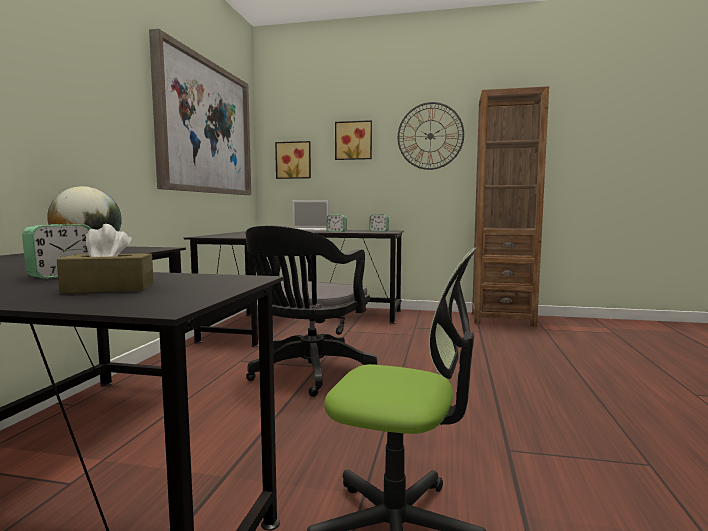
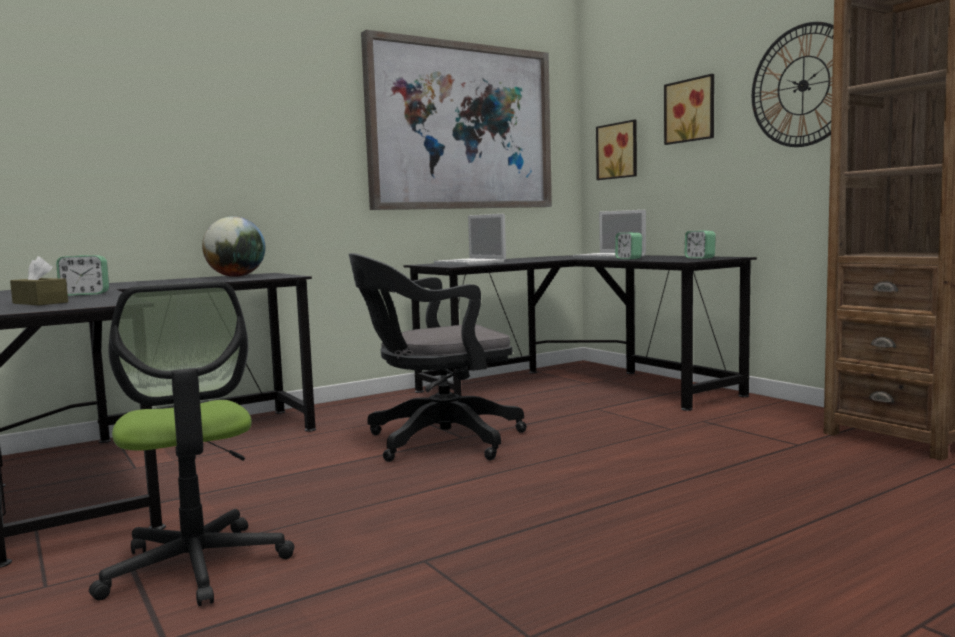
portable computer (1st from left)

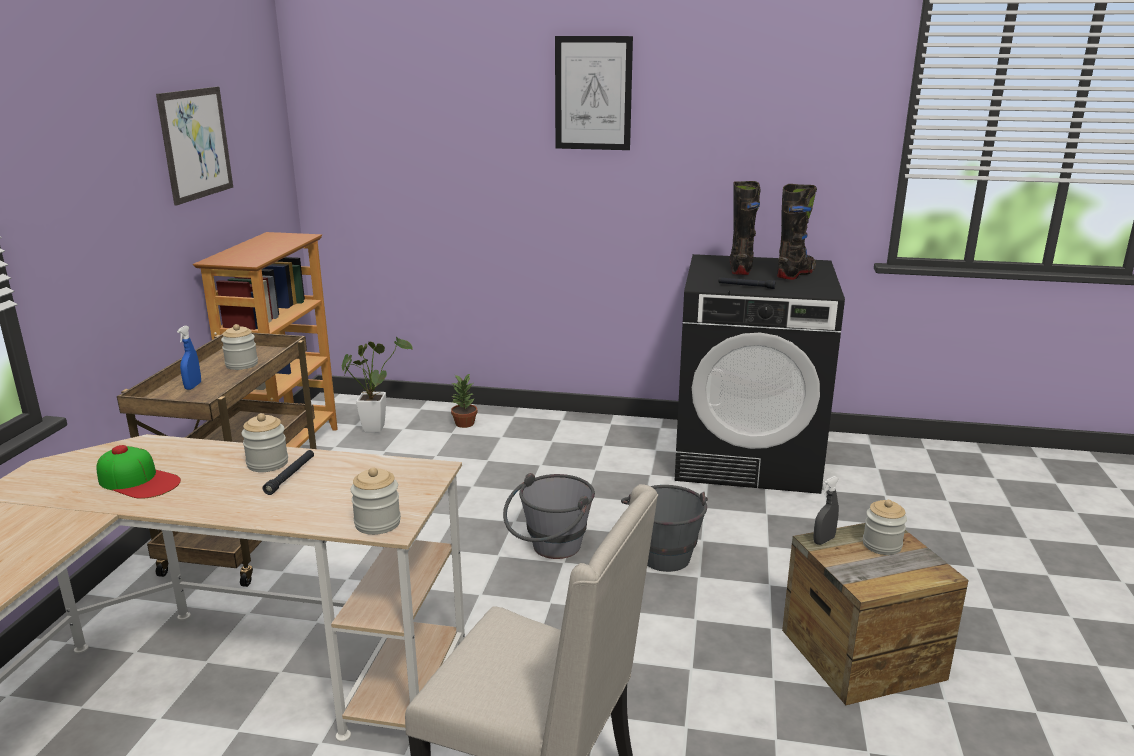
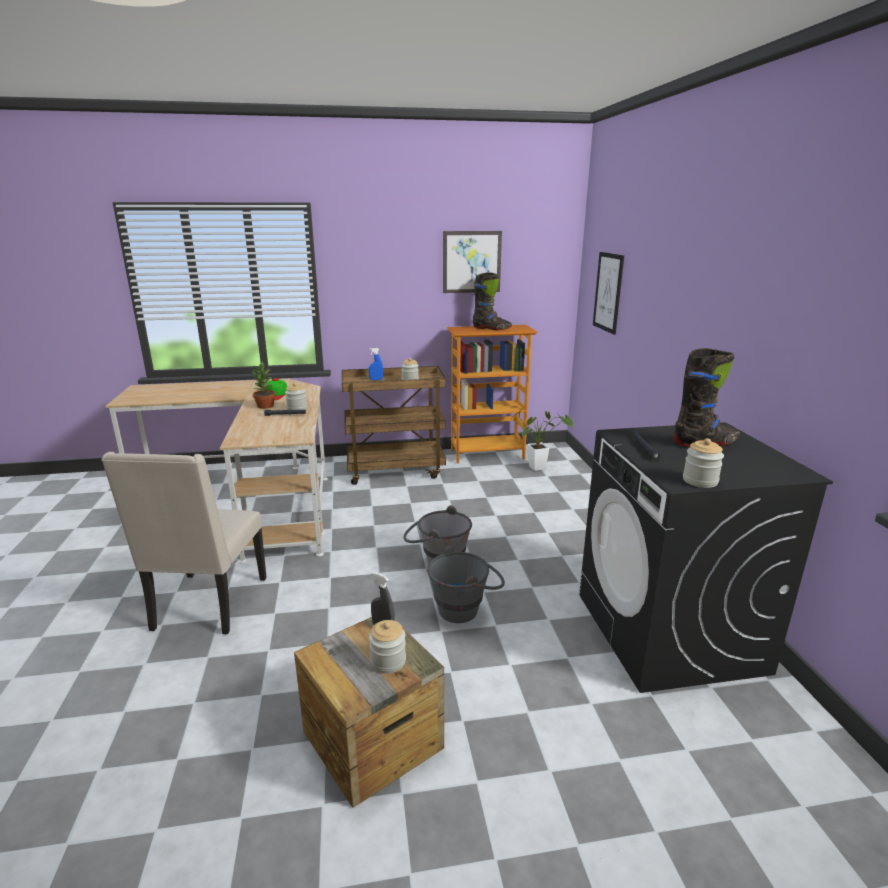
preserve jar (4th from left); houseplant (1st from left); wall picture (2nd from left); tall boot (blackish) (1st from left)

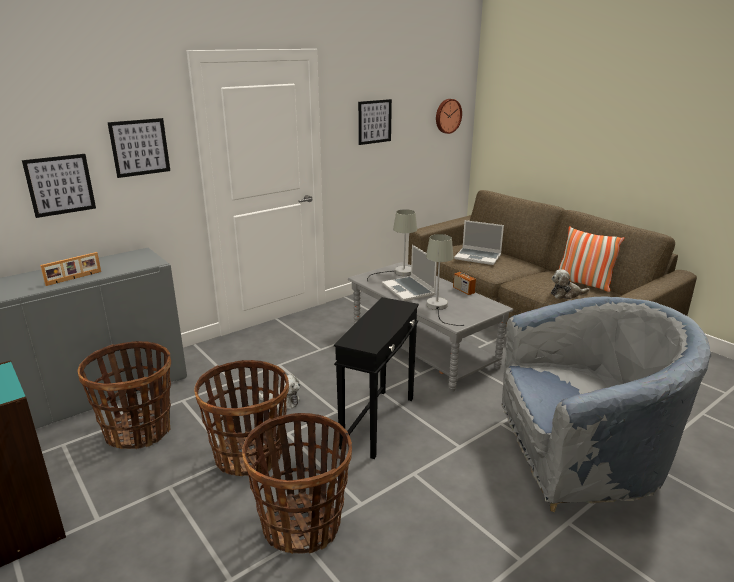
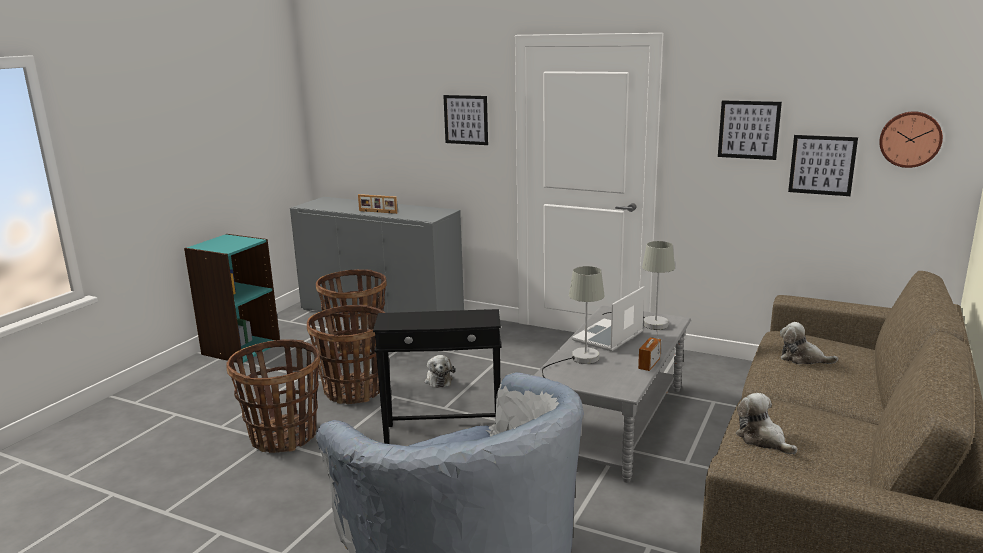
throw pillow; wall picture (3rd from left); soft toy (3rd from left)

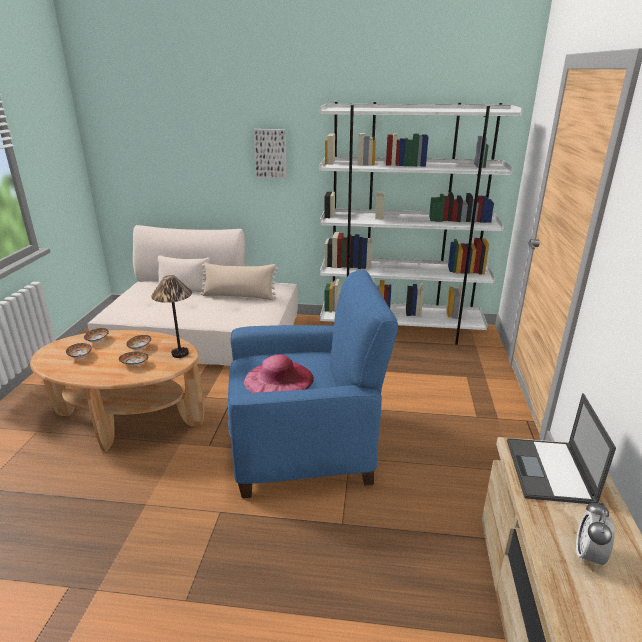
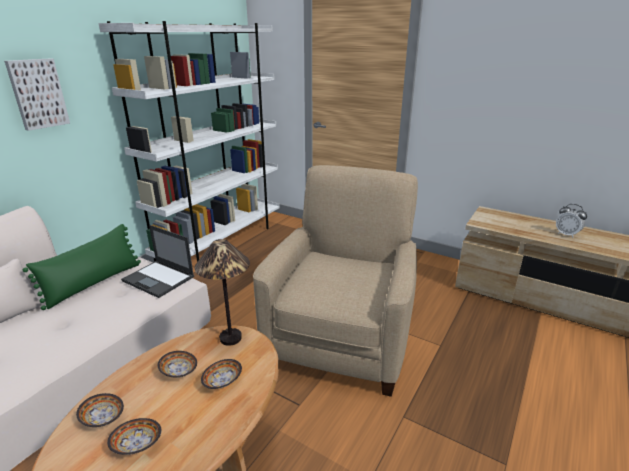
clothing hat (pink); portable computer; throw pillow (green-coloured); easy chair (sand-coloured)

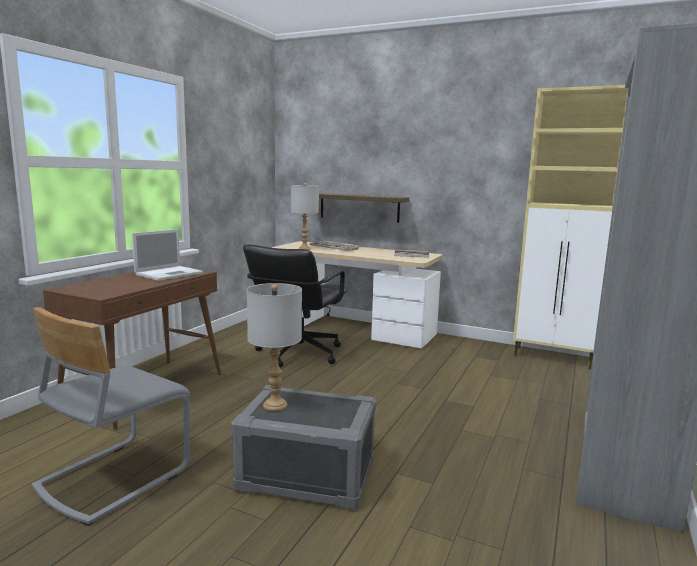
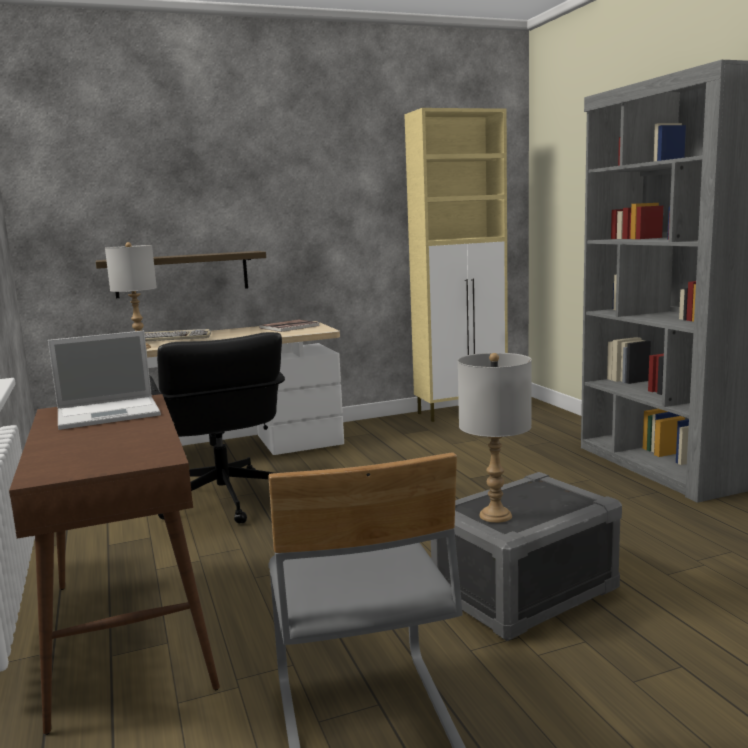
portable computer

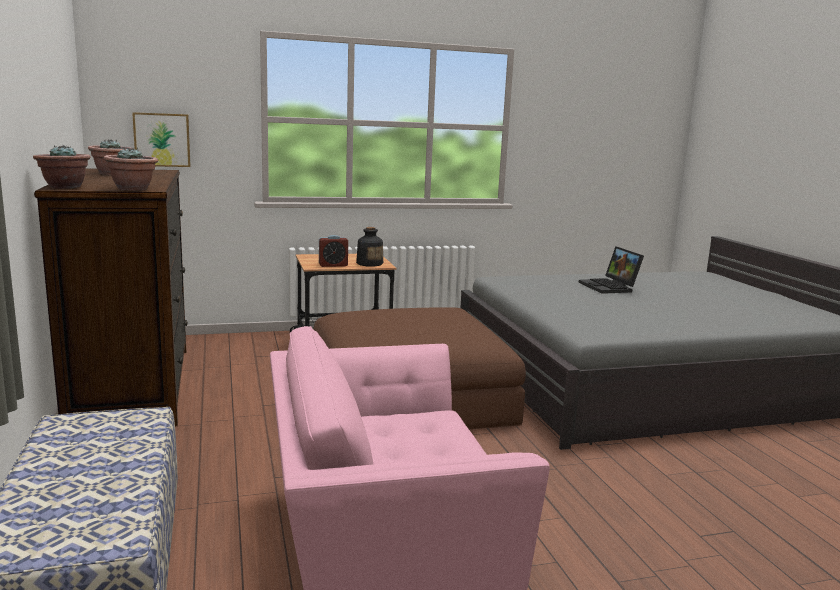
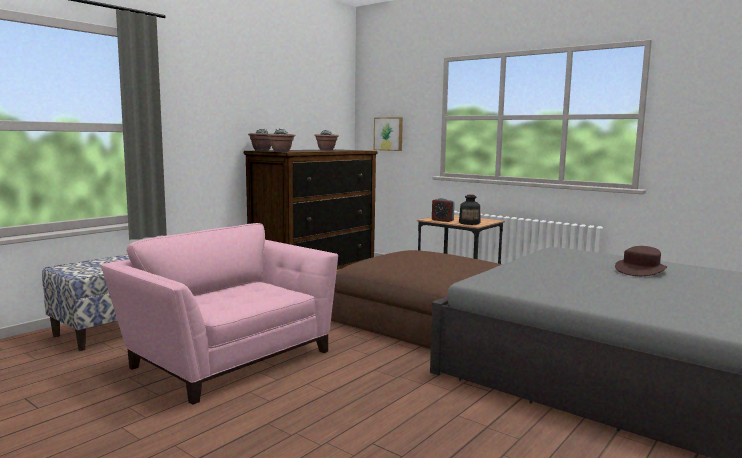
clothing hat (brown)

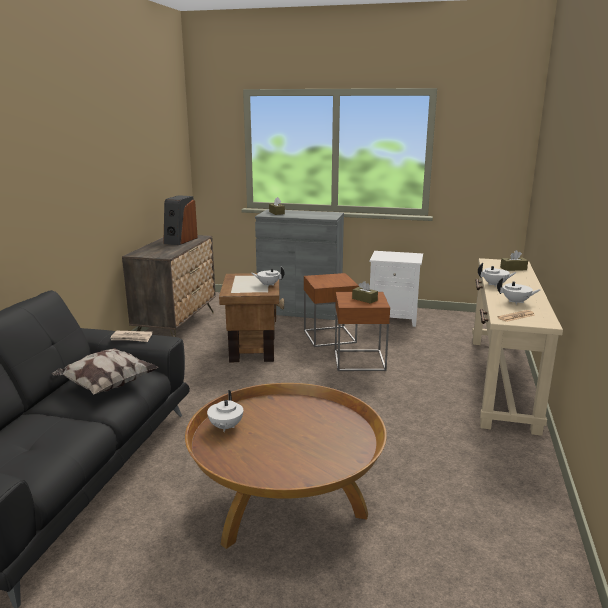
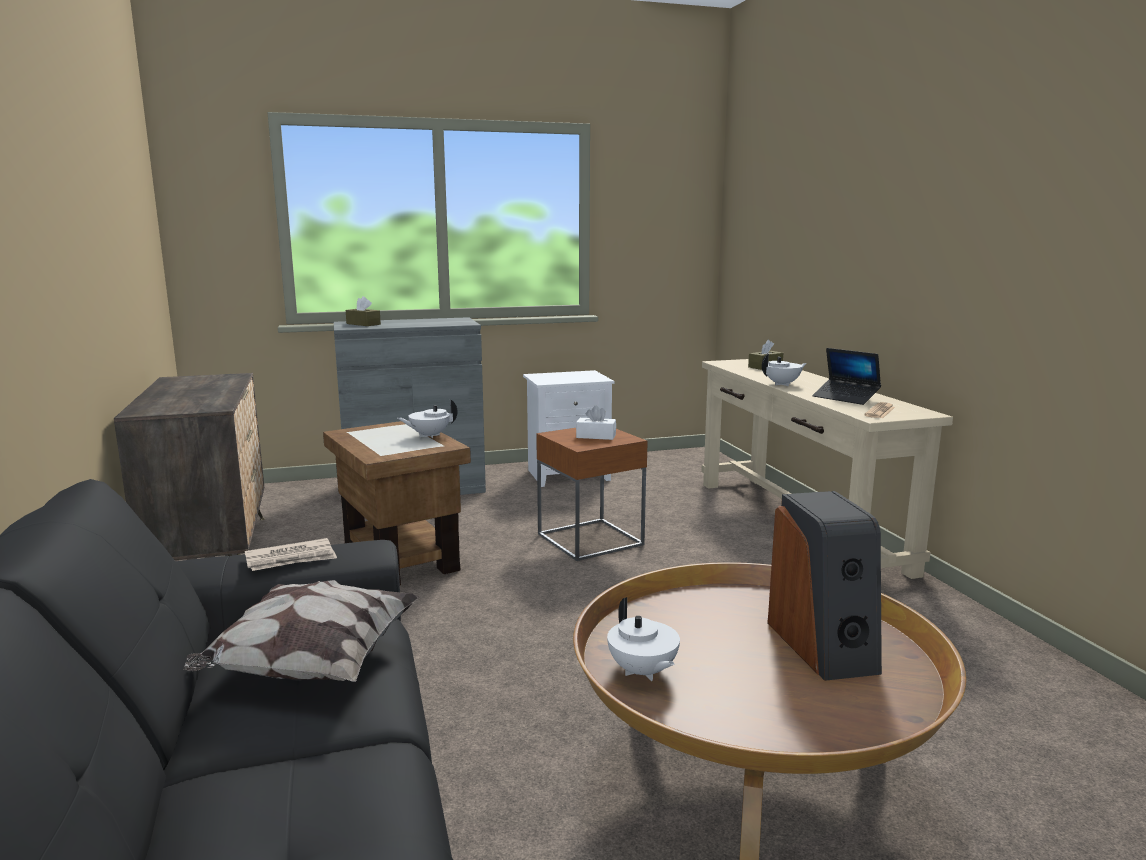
end table (brown) (2nd from left in the first image); loudspeaker; portable computer; box of tissues (whitish)

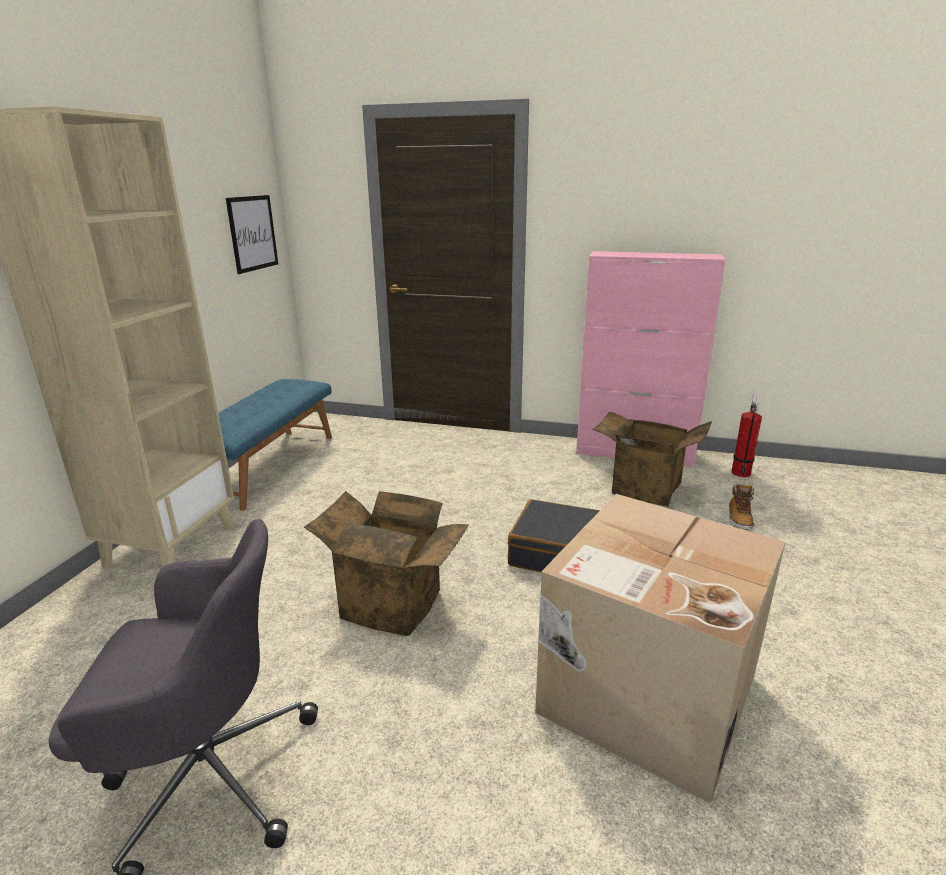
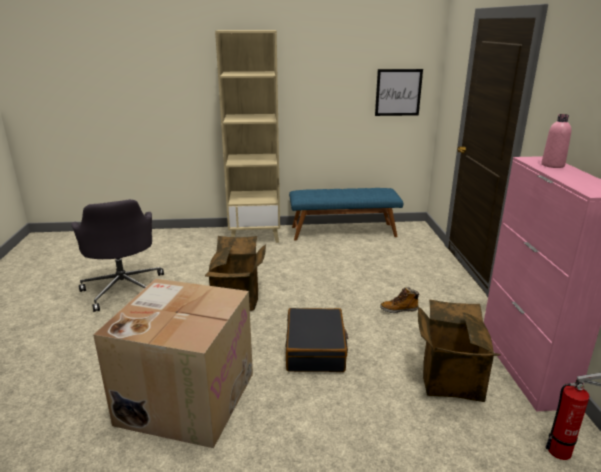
drink bottle (pink); tall boot

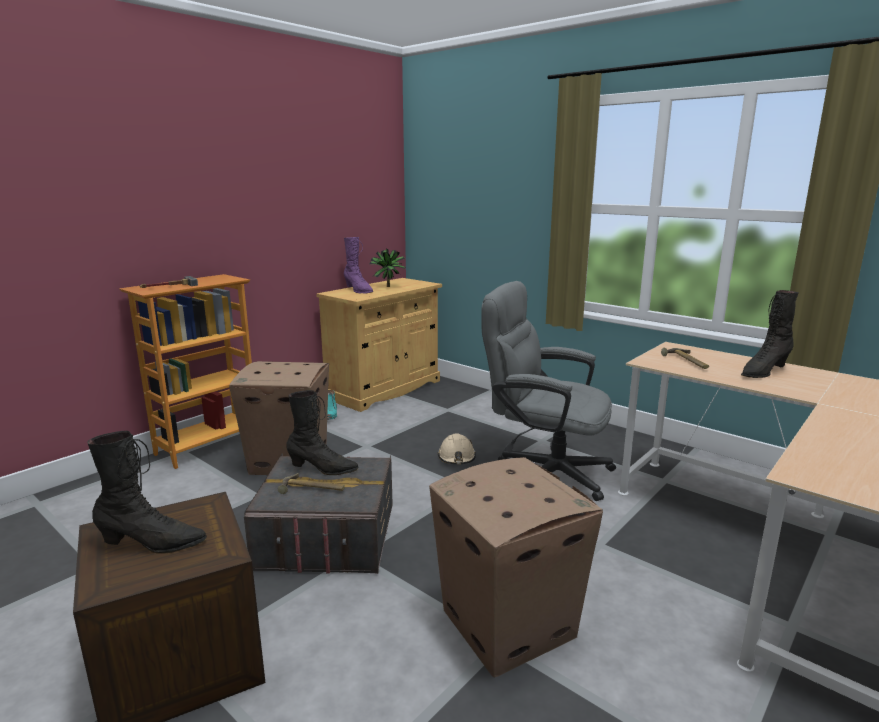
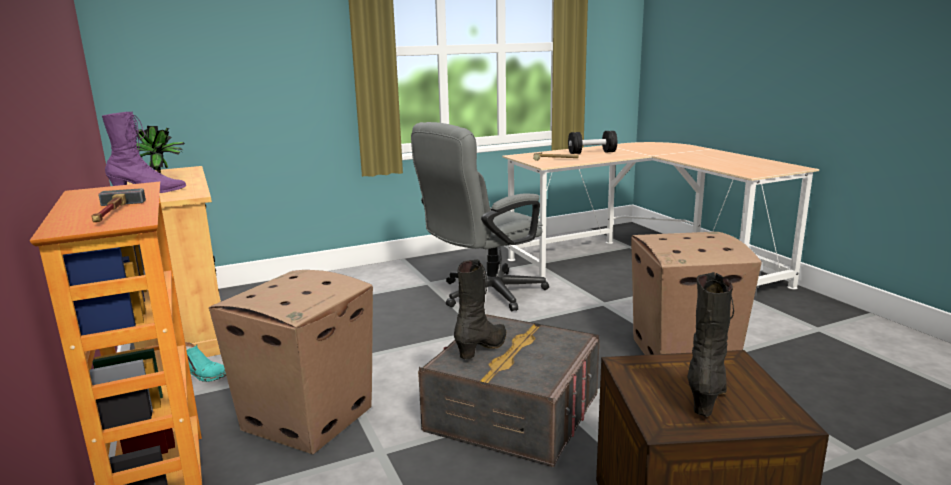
hand hammer (2nd from left in the first image); work helmet (sand-coloured); free weight (blackish)

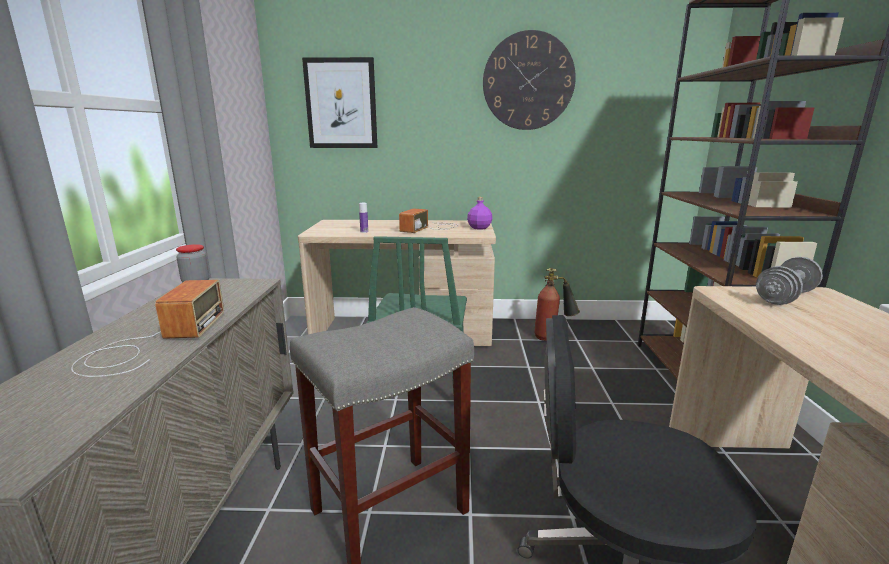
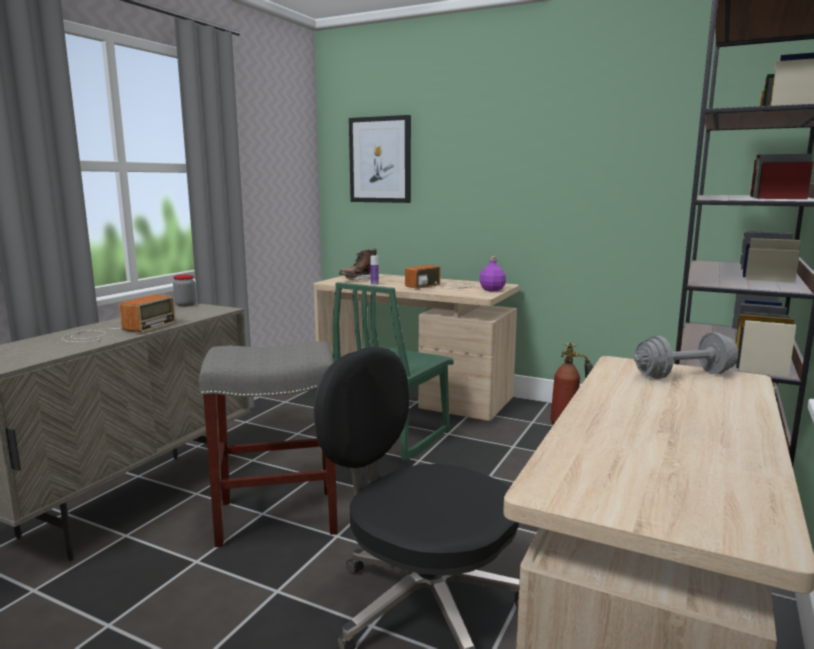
clock on the wall; tall boot (brown)

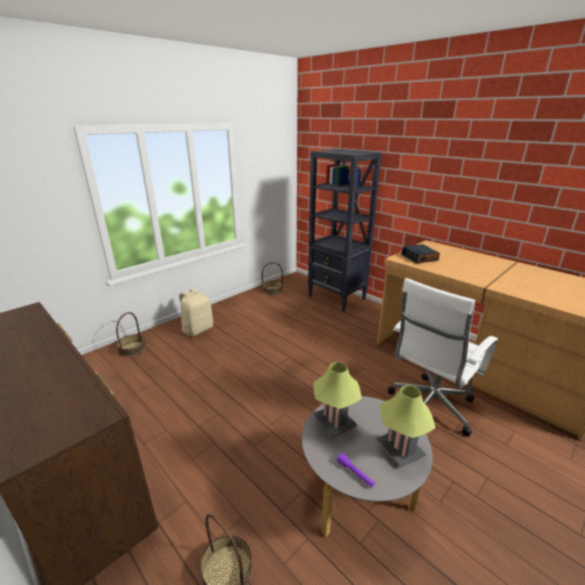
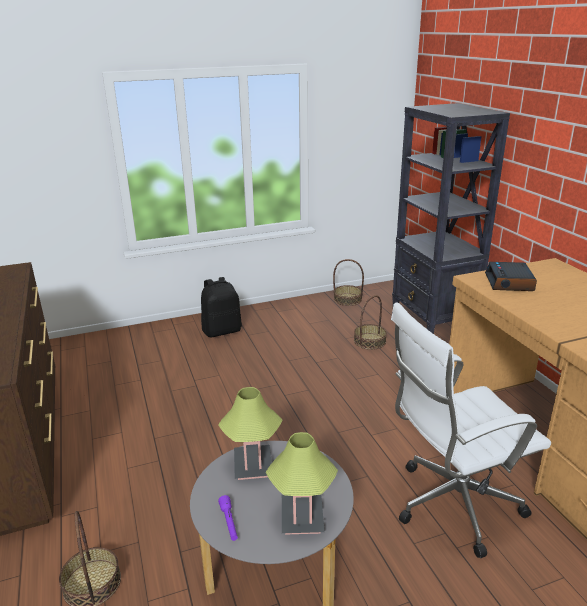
household basket (3rd from left); rucksack (blackish)

